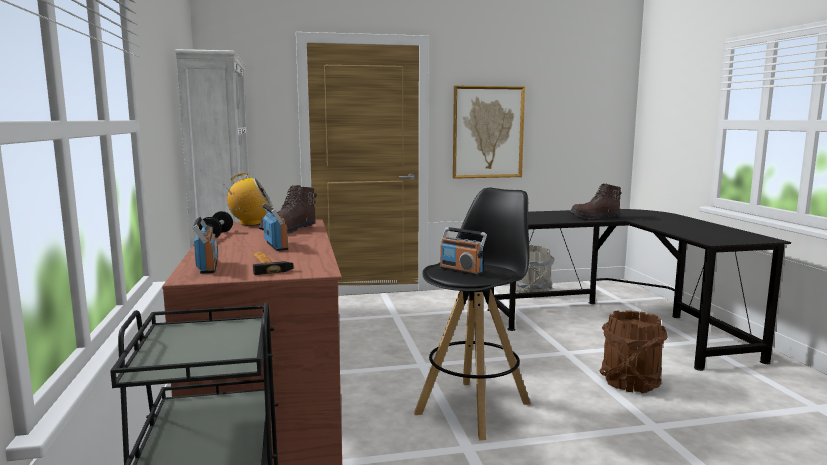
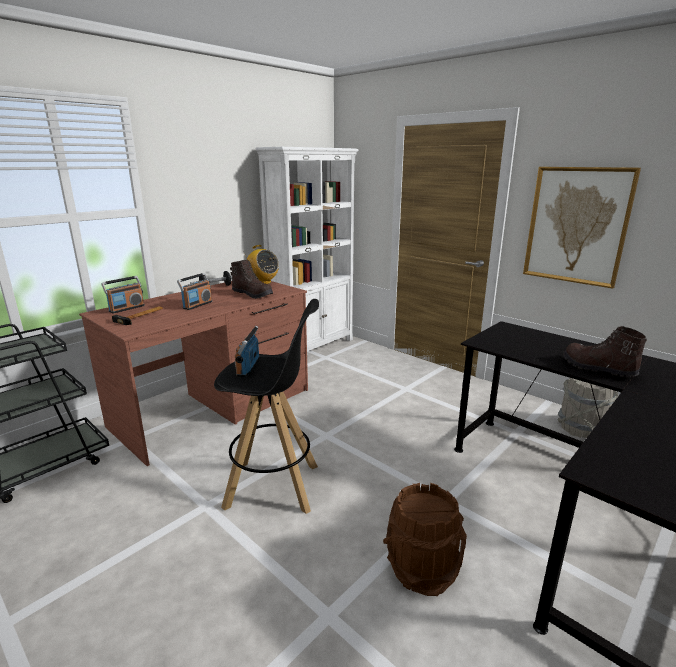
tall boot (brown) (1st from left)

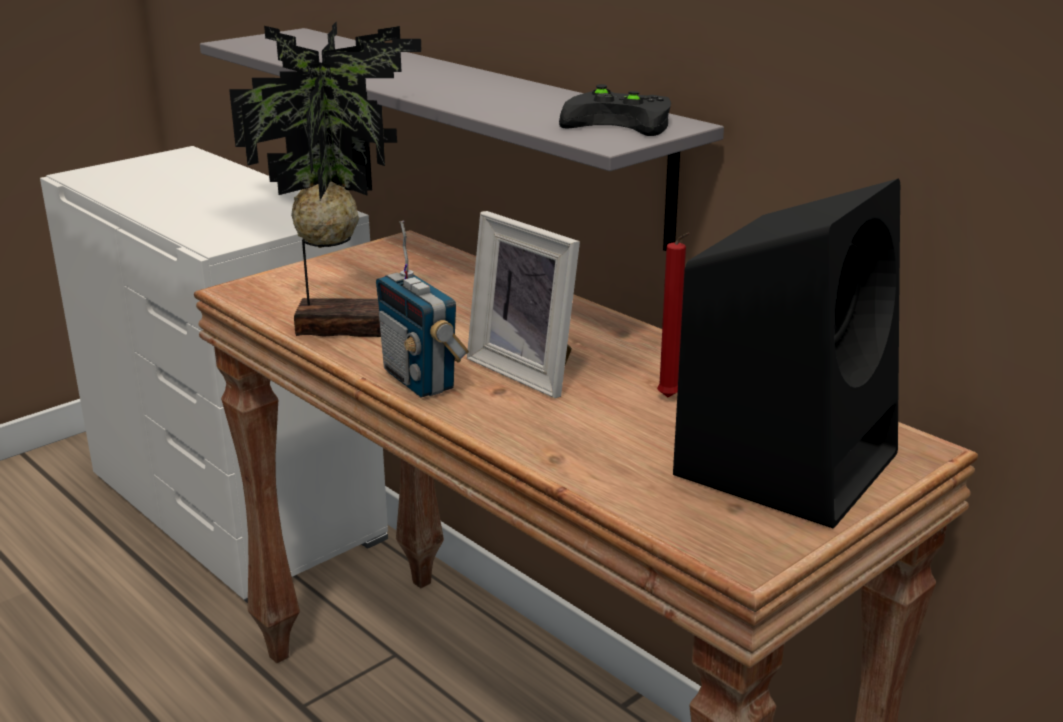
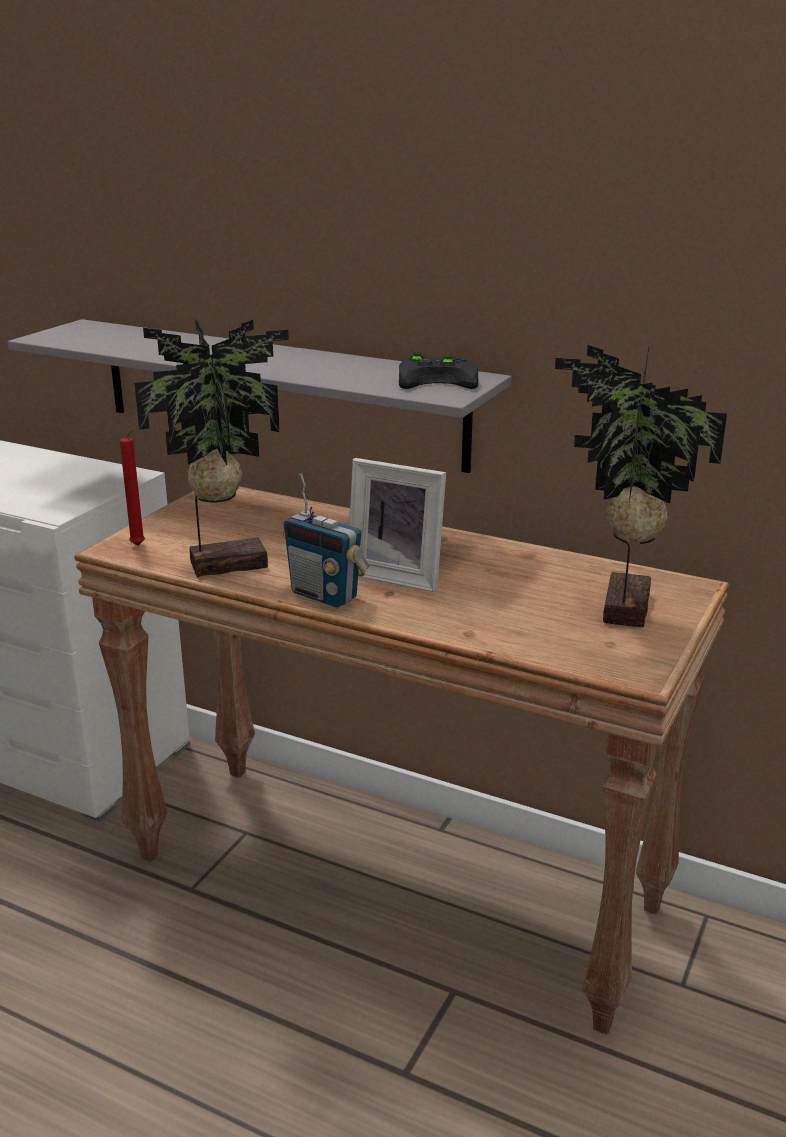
candle (red-coloured); houseplant (2nd from left)

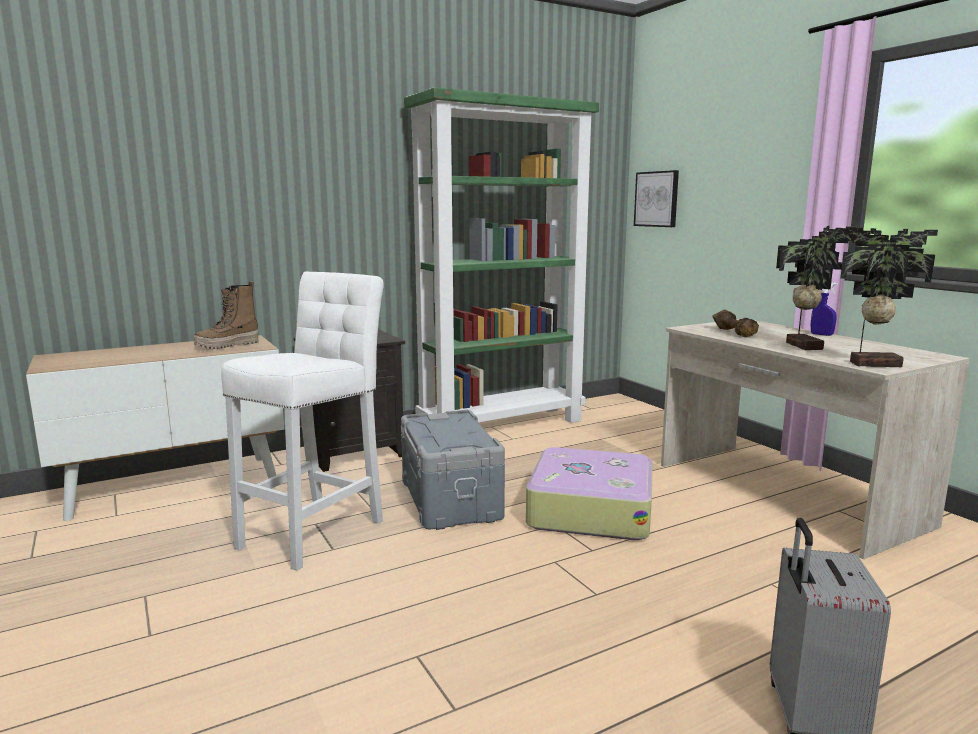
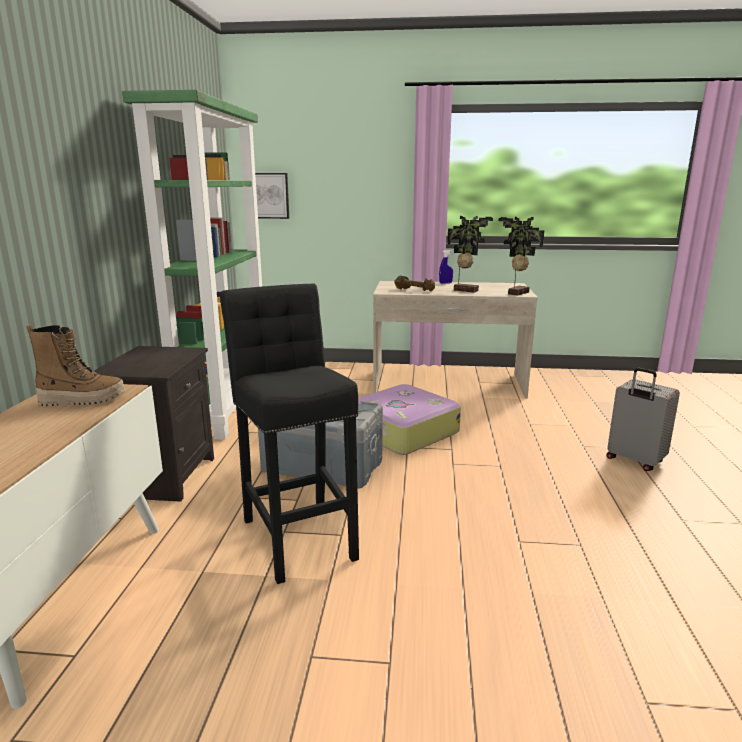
stool (blackish); tall boot

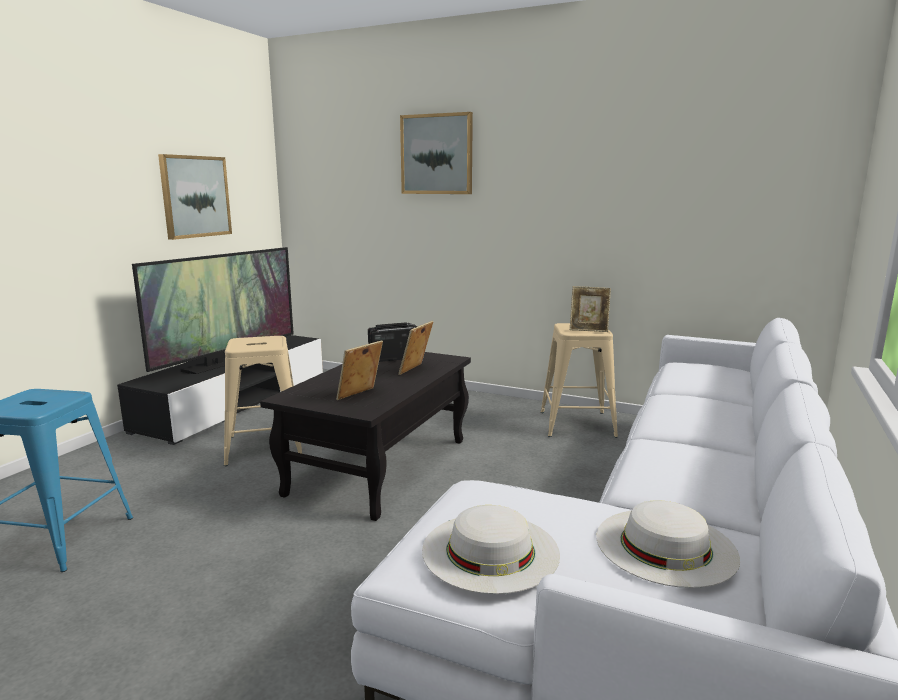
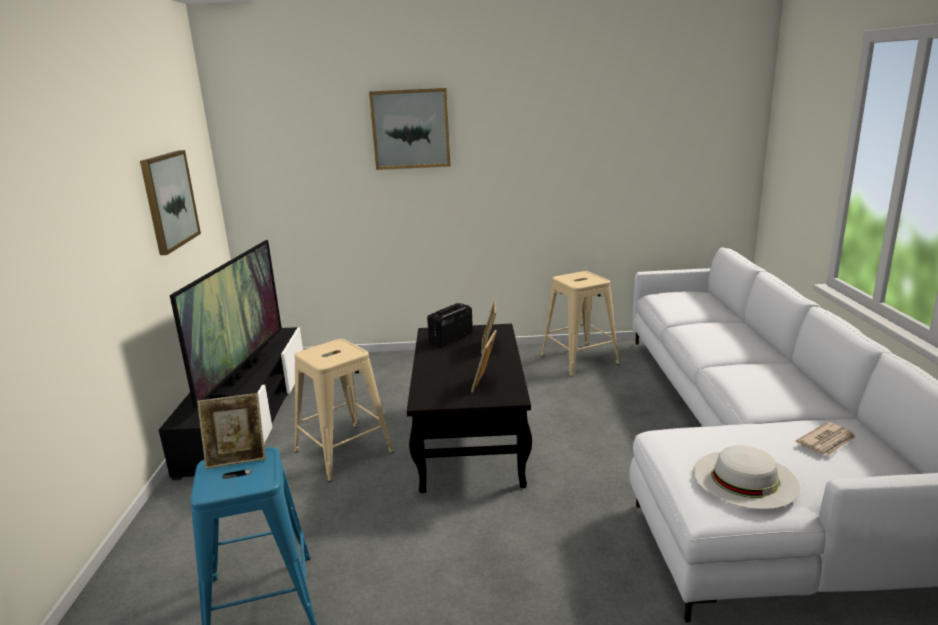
picture frame (1st from left); daily paper

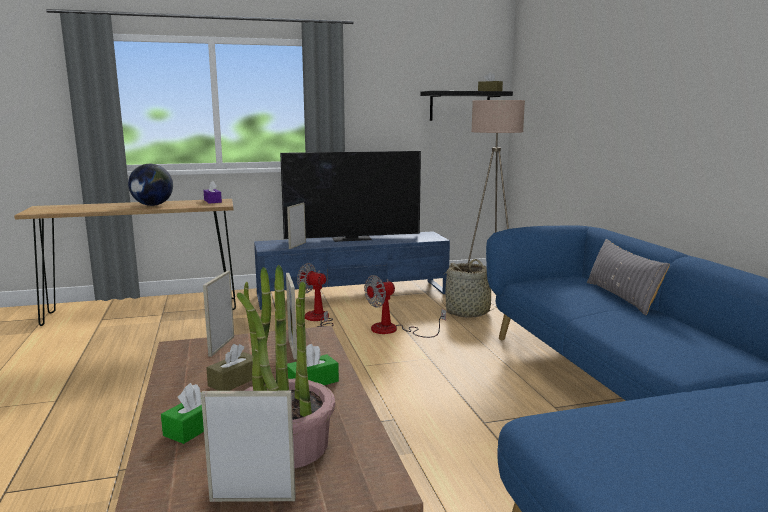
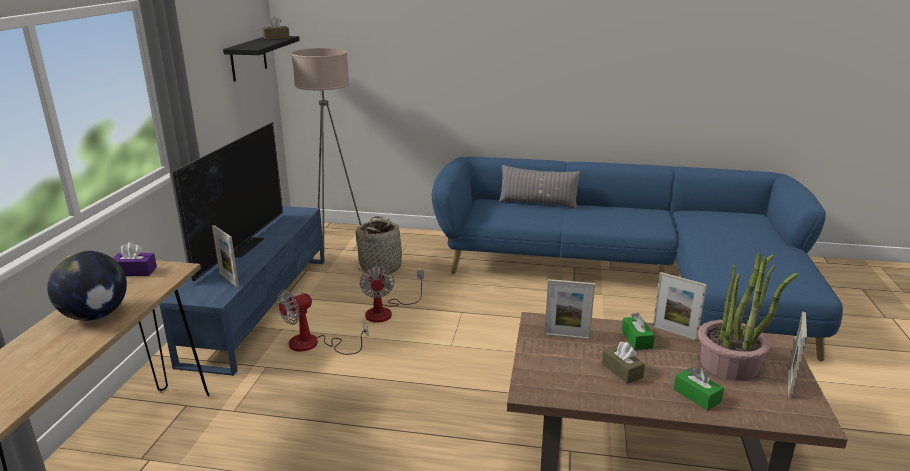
picture frame (3rd from left)

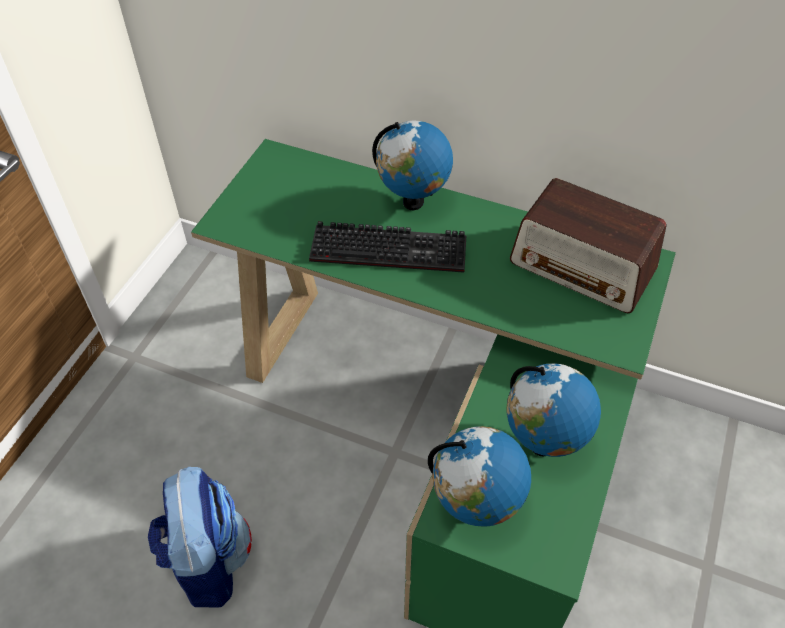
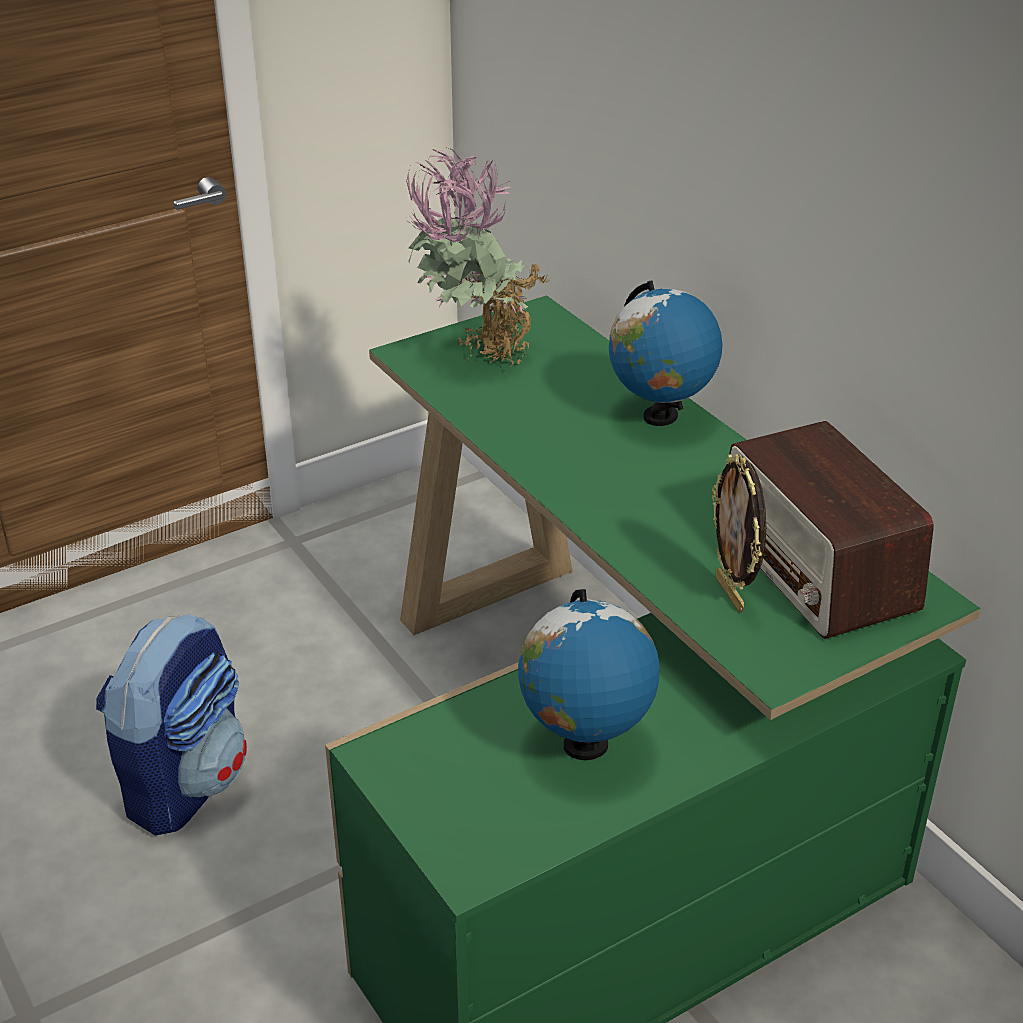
computer keyboard; world globe (2nd from left in the first image); houseplant; picture frame

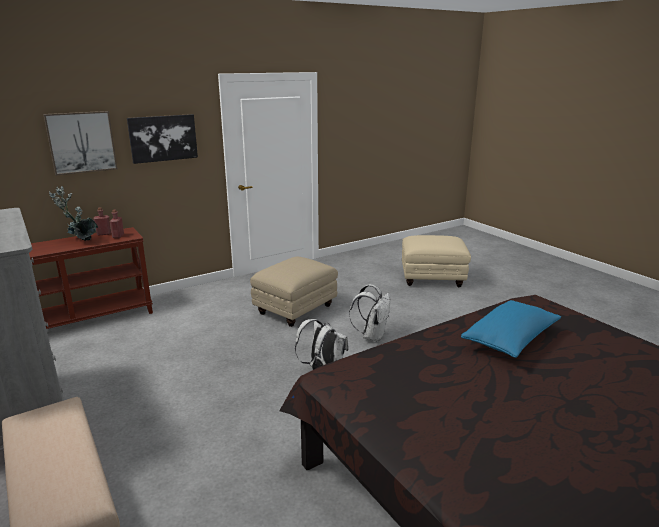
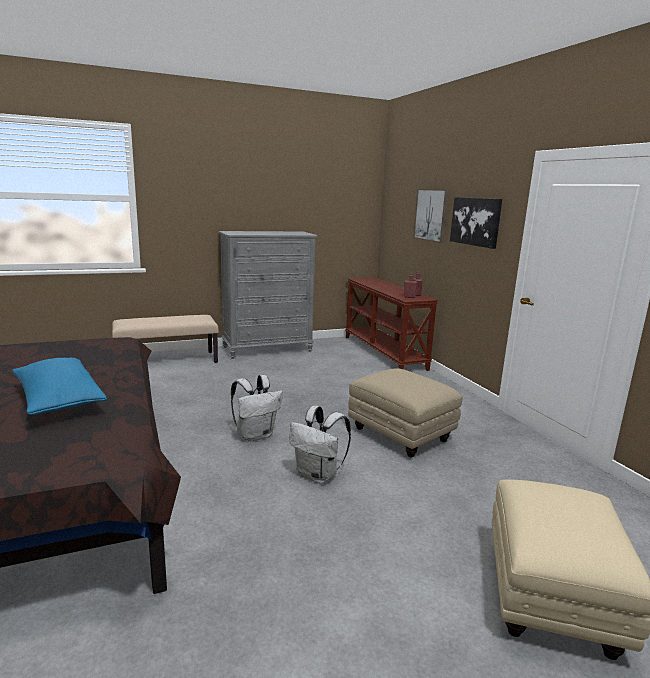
houseplant

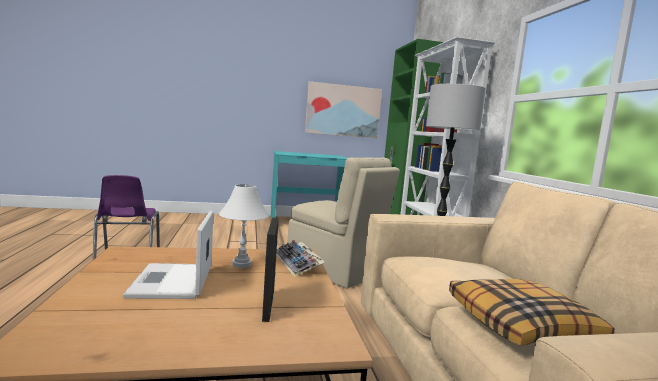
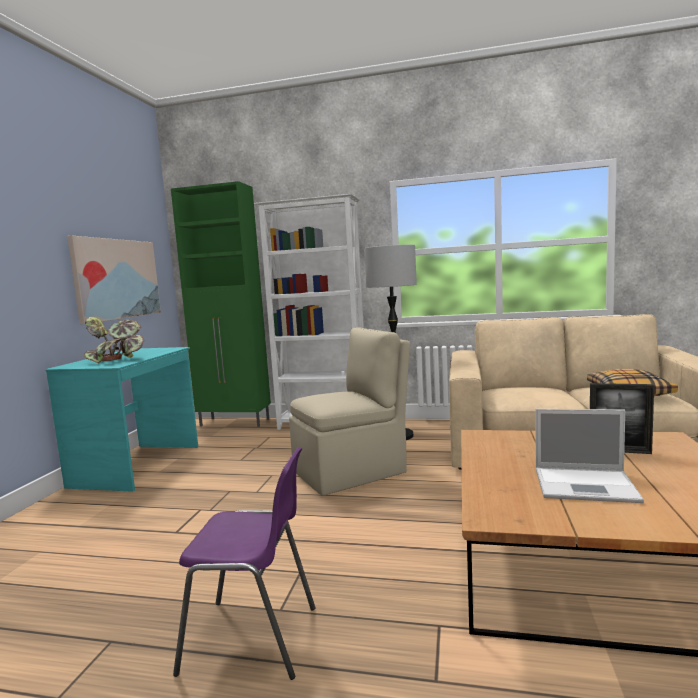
lamp for a table (whitish); computer keyboard; houseplant

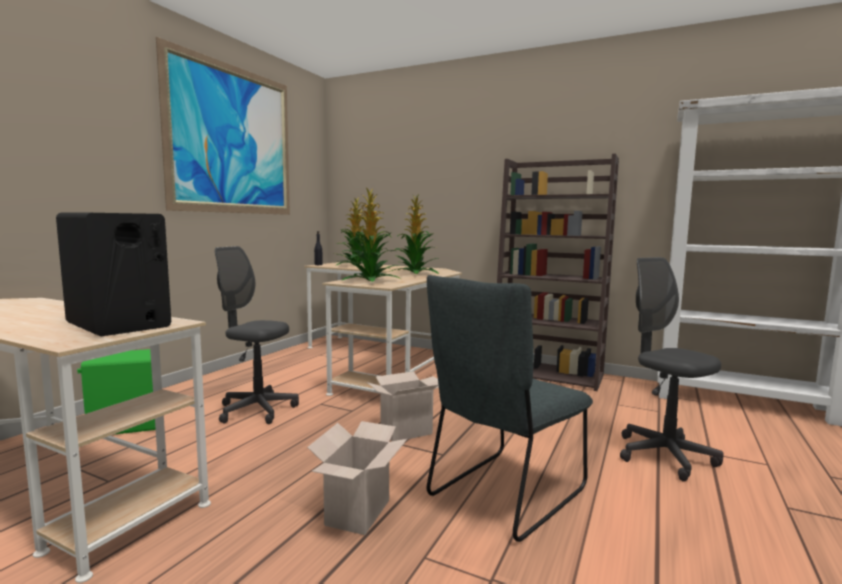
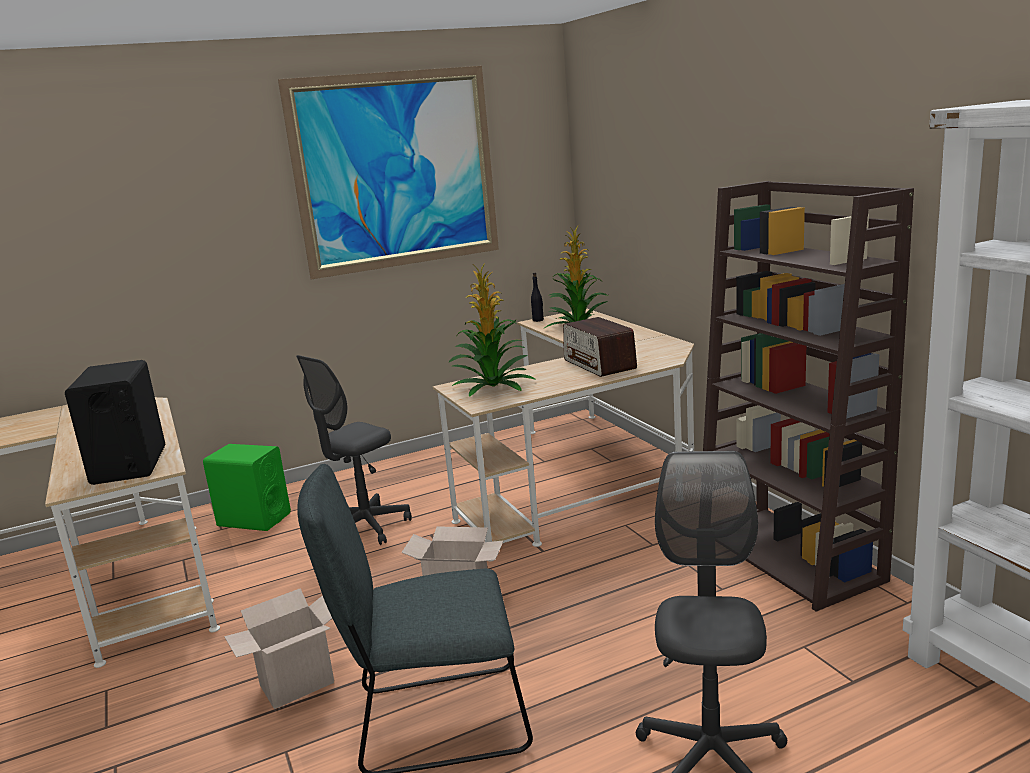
radio; computer chair (grey) (1st from left)

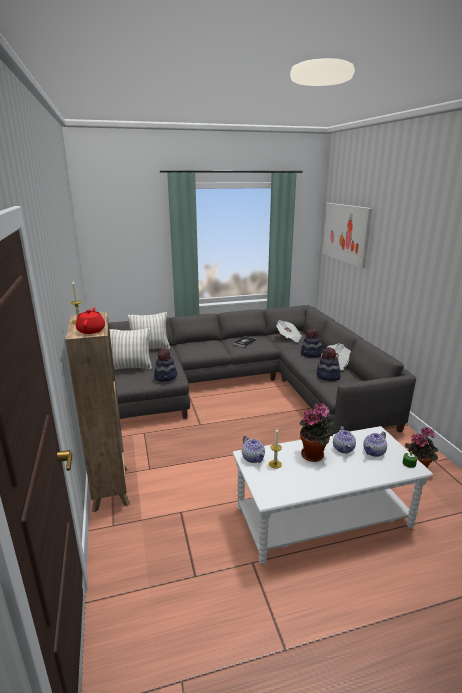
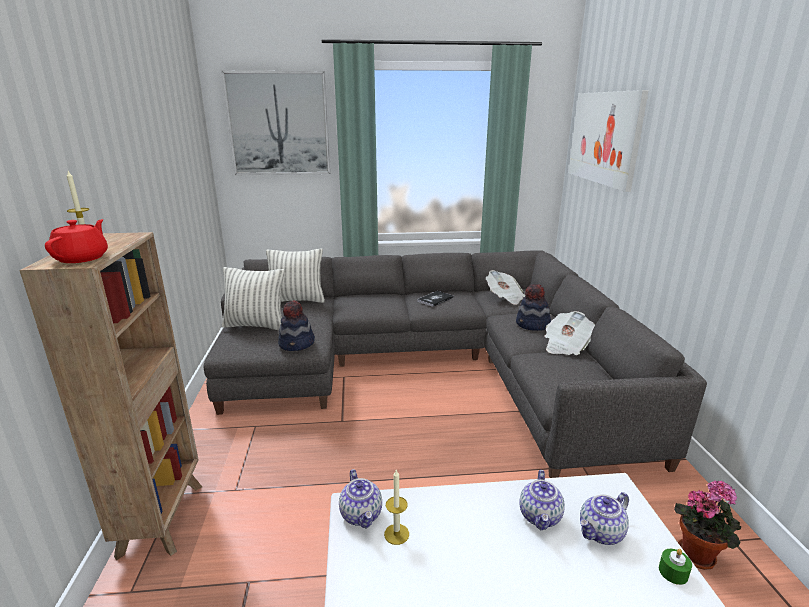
houseplant (1st from left in the first image); clothing hat (3rd from left in the first image); wall picture (1st from left)

